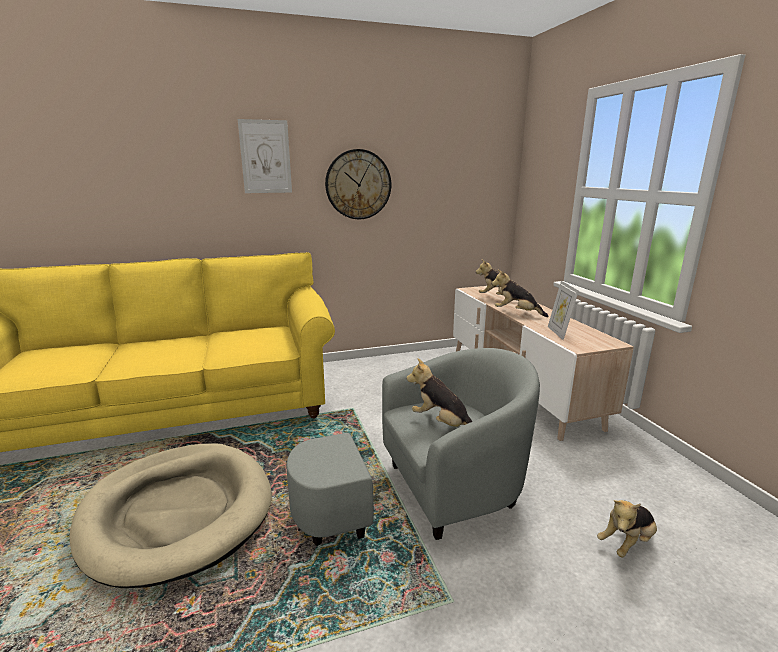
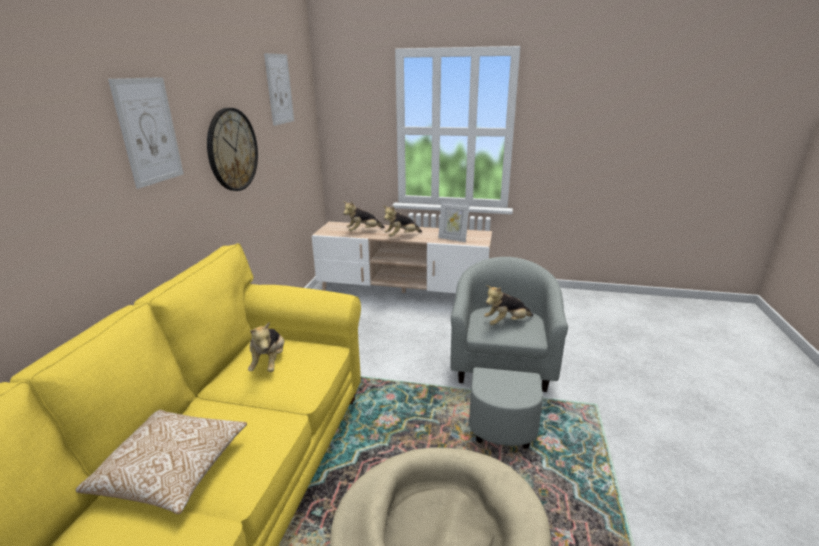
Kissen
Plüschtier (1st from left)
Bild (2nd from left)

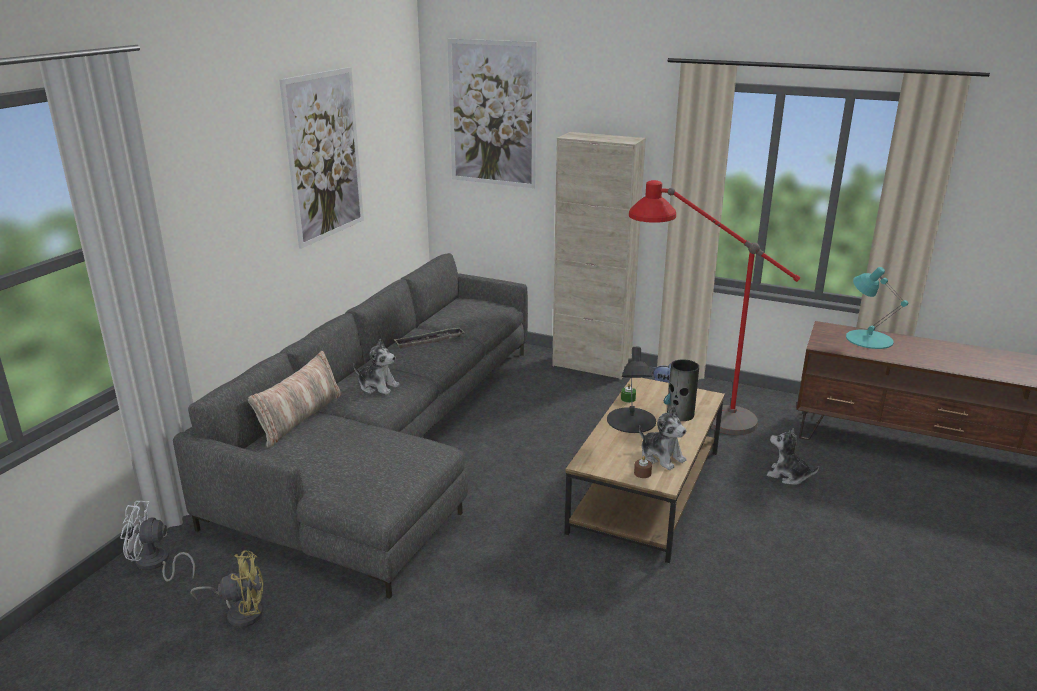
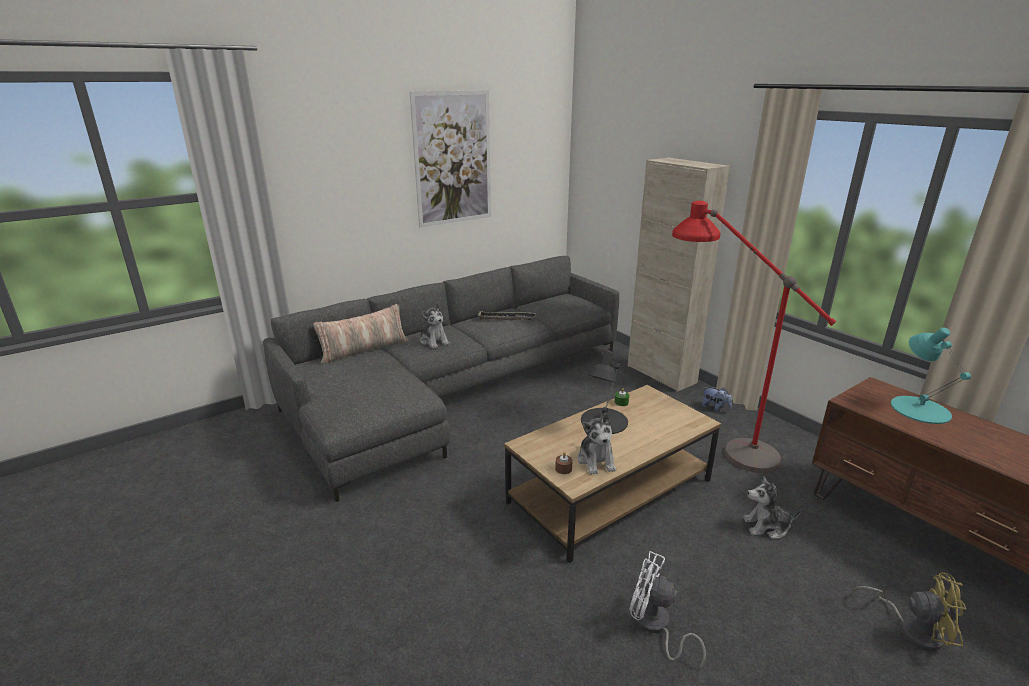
Ventilator/weiß
Plüschtier (4th from left)
Ventilator/gelb
Bild (2nd from left in the first image)
Vase

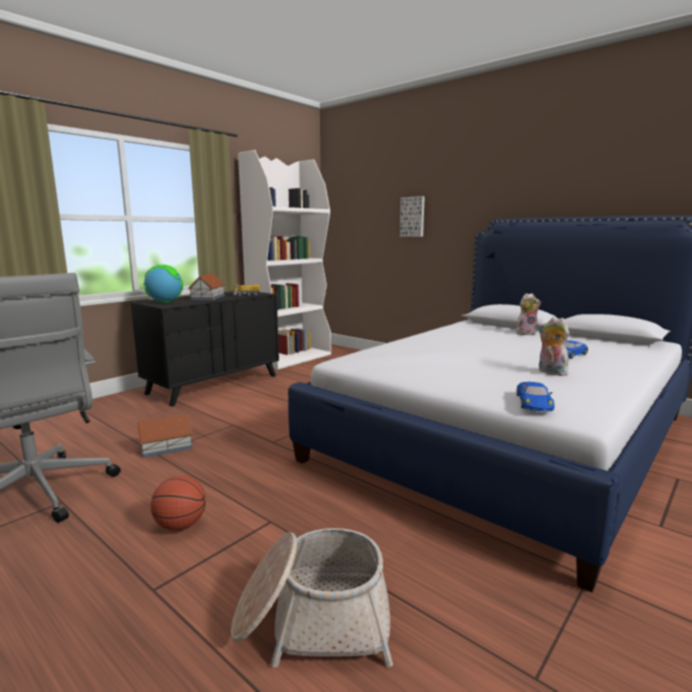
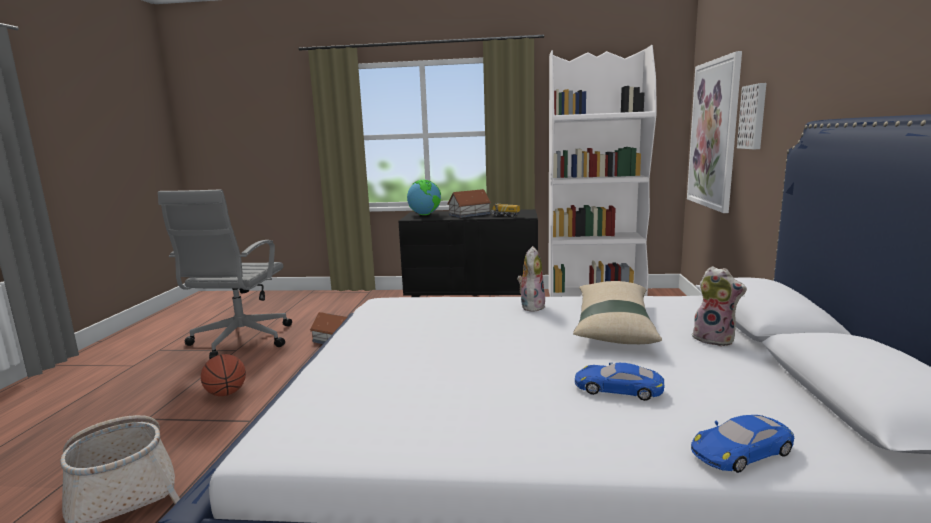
Plüschtier (1st from left)
Kissen/beige
Bild (1st from left)
Spielzeugauto/blau (2nd from left)

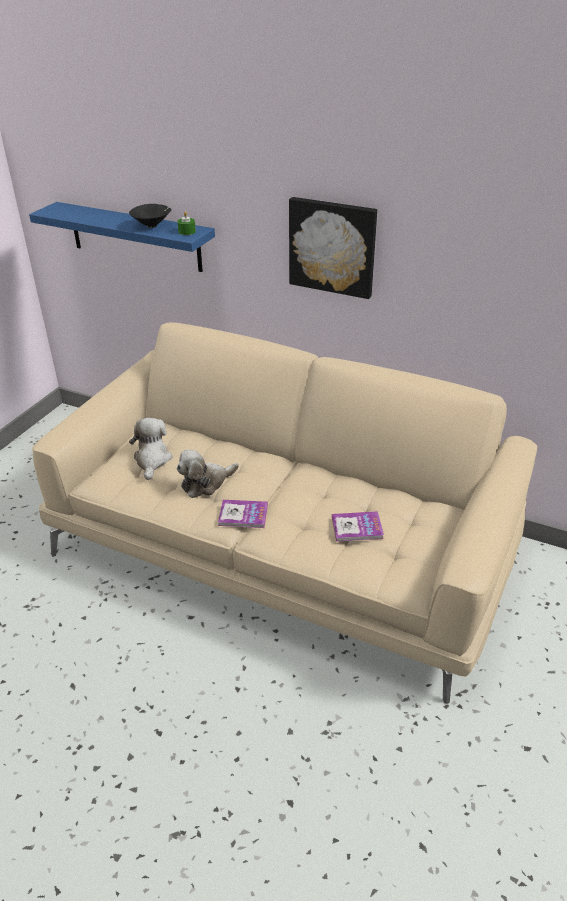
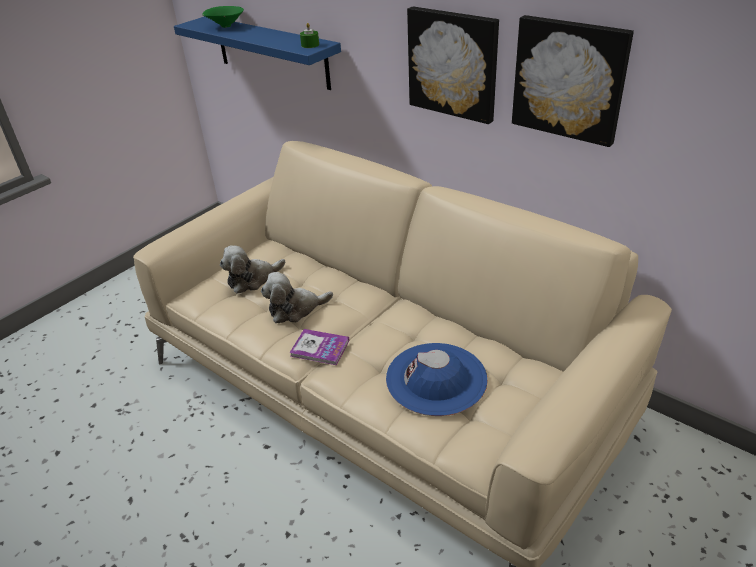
Schüssel/grün
Plüschtier (1st from left)
Hut/blau
Bild (2nd from left)
Schüssel/schwarz

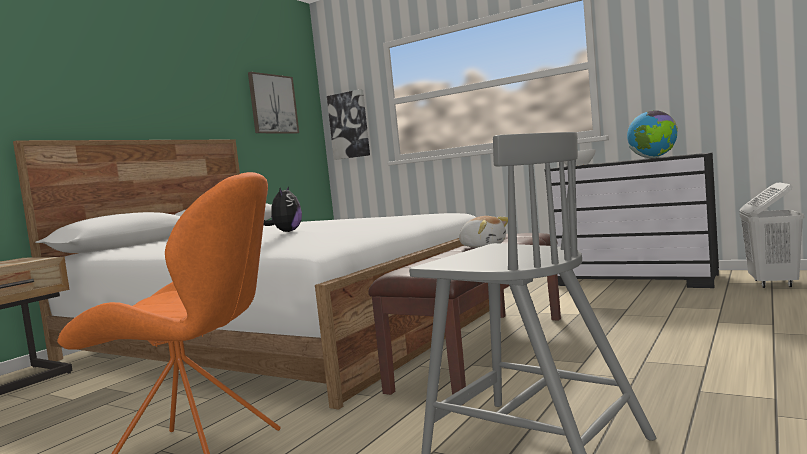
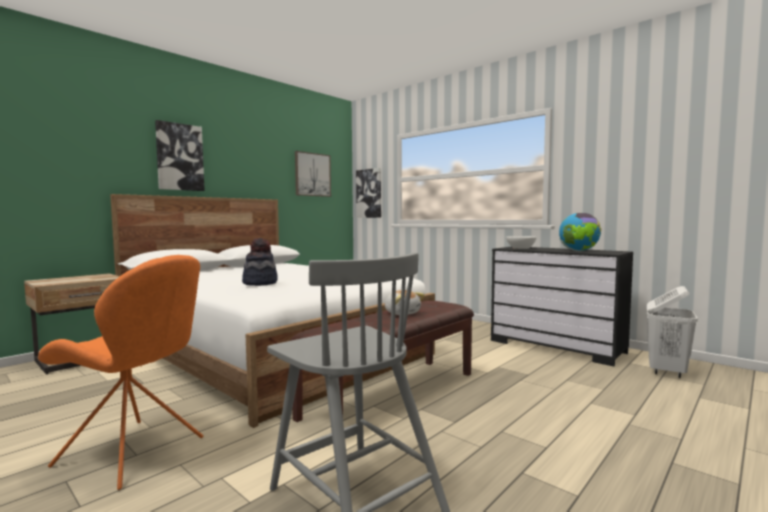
Bild (1st from left)
Hut

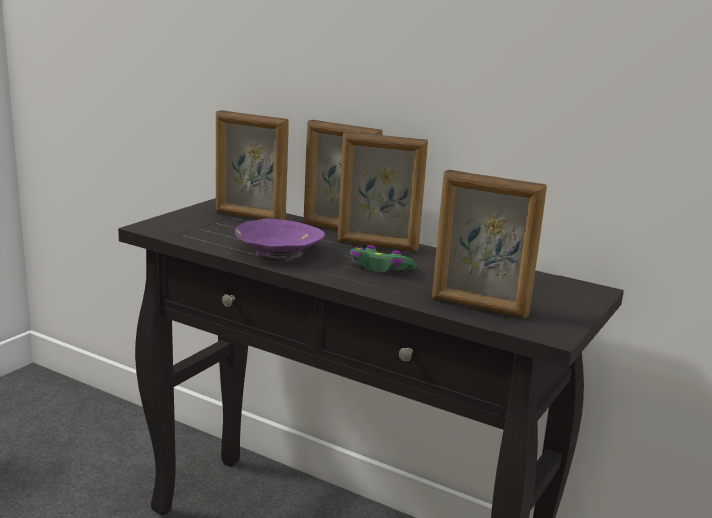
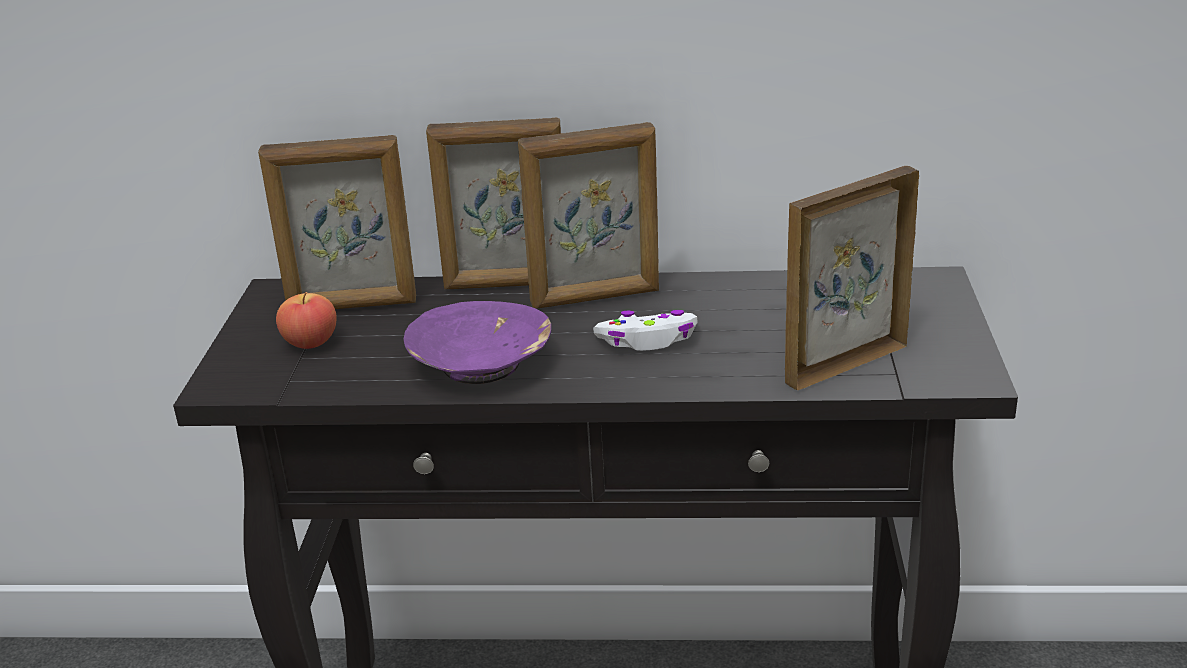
Apfel
Gamepad/weiß
Bilderrahmen (4th from left)

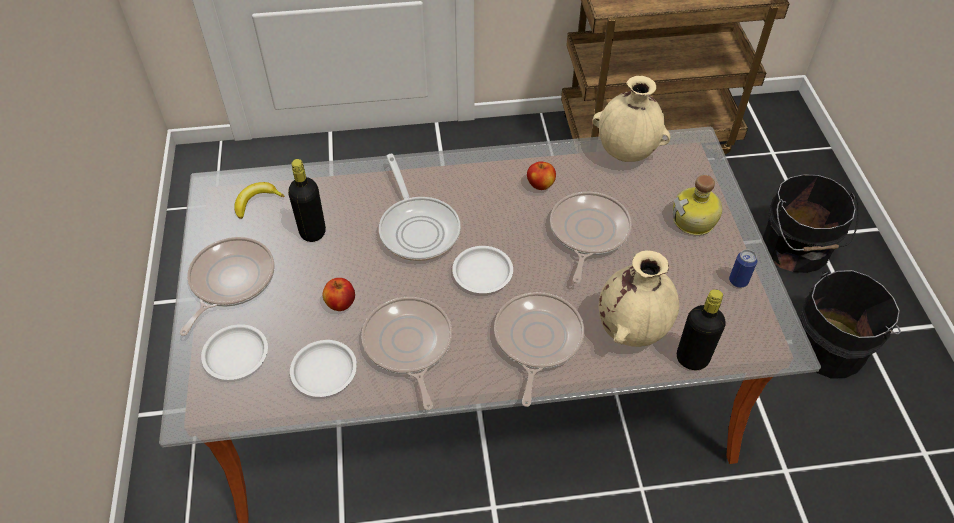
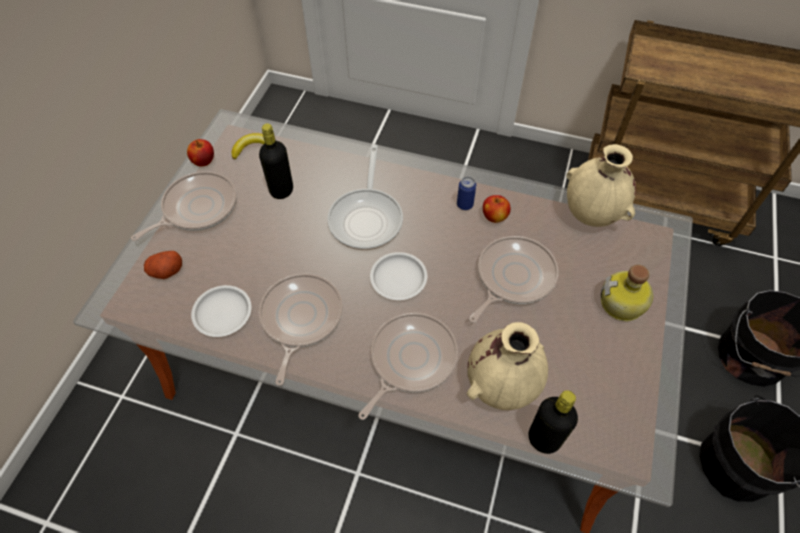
Kartoffel
Apfel (1st from left)
Dose

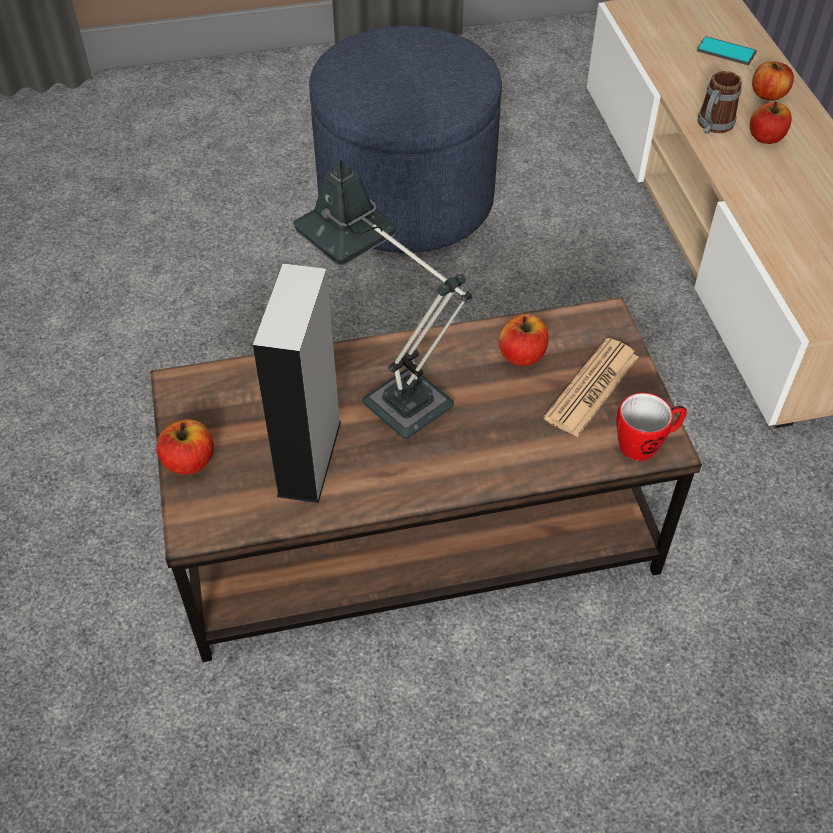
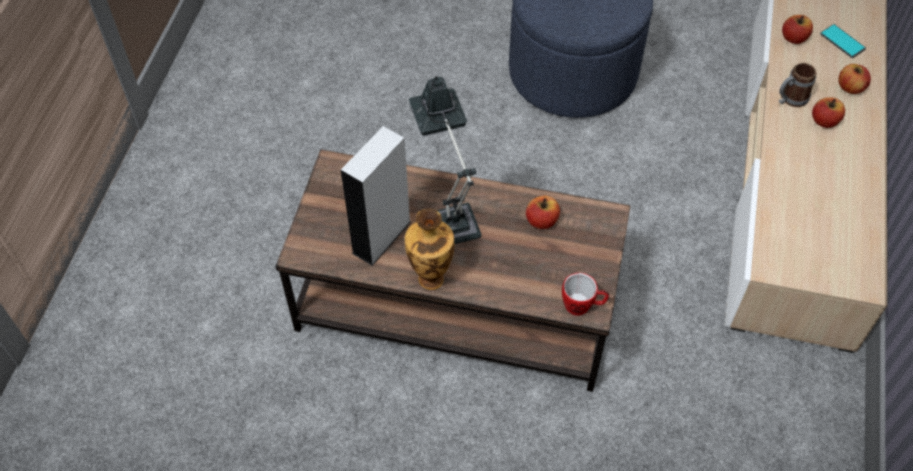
Vase
Apfel (2nd from left)
Zeitung

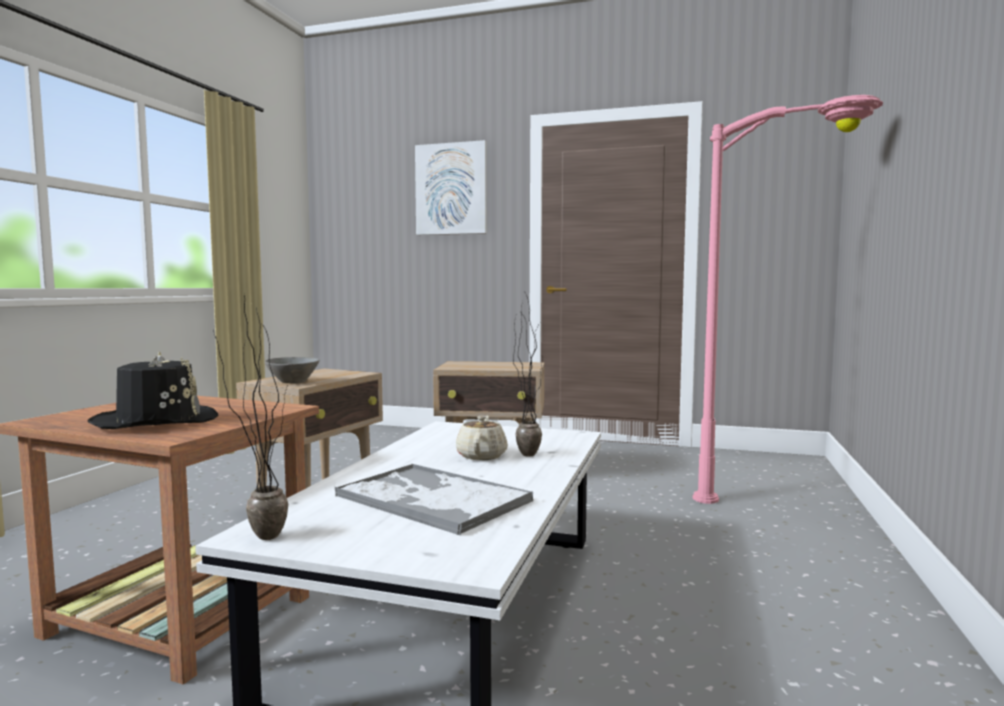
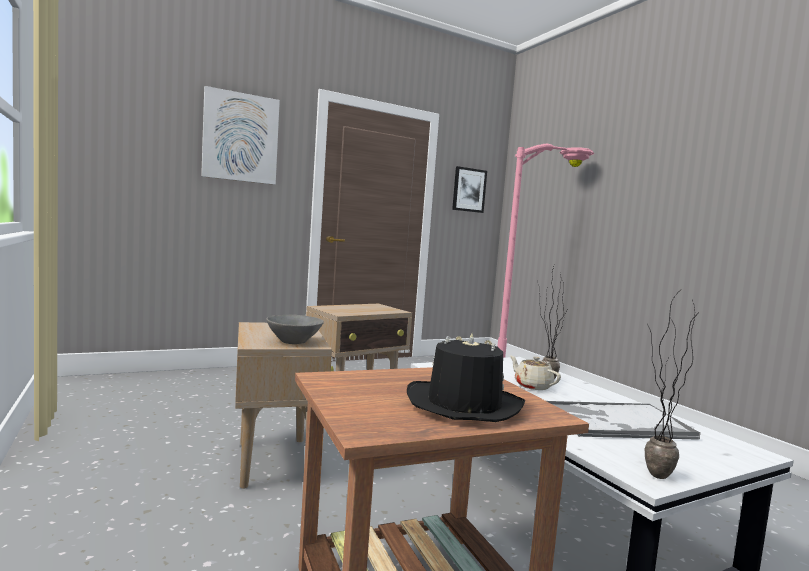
Bild (2nd from left)

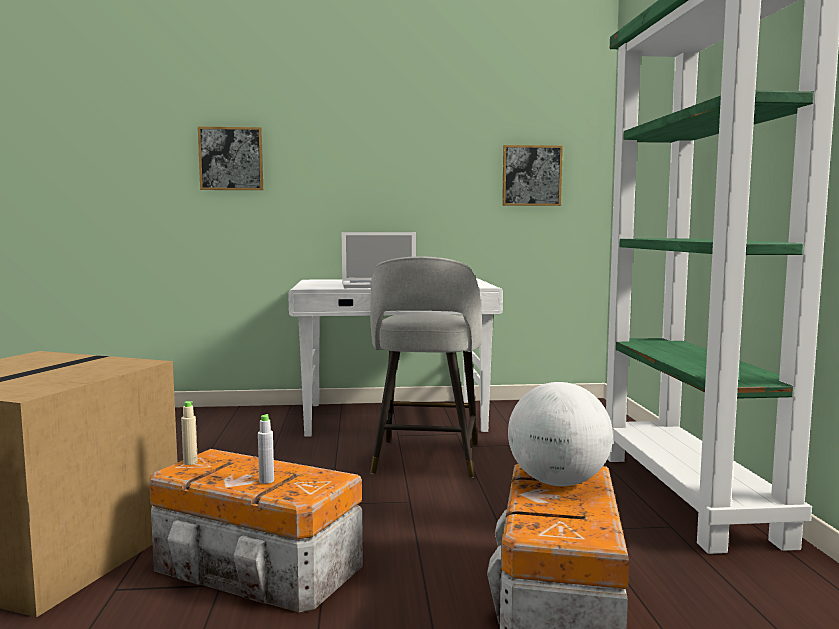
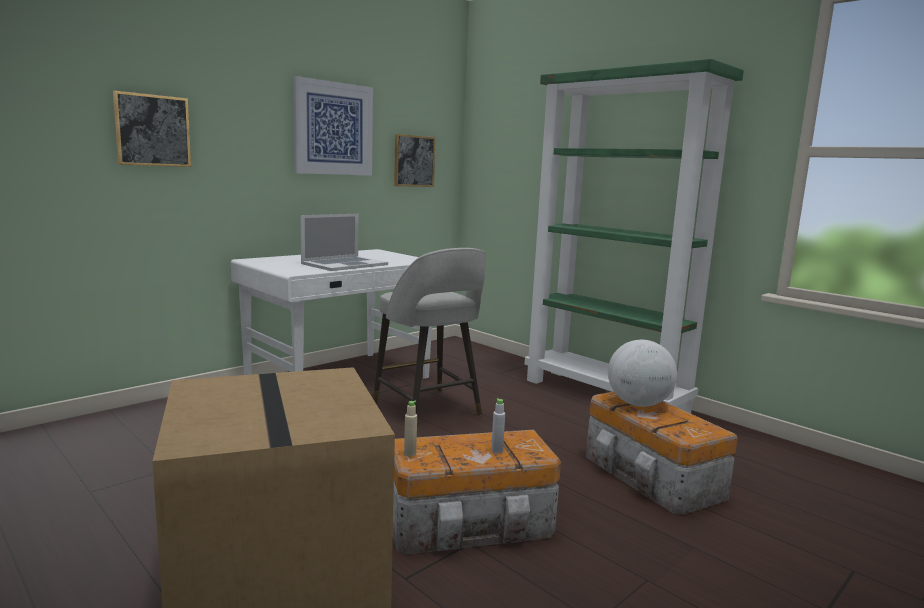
Bild (2nd from left)

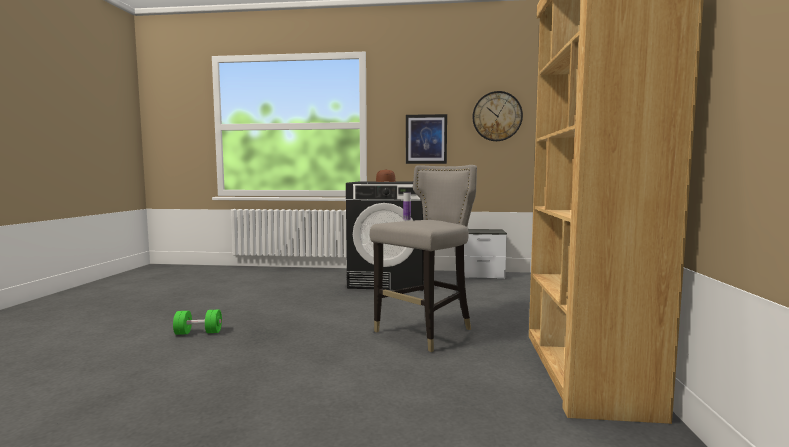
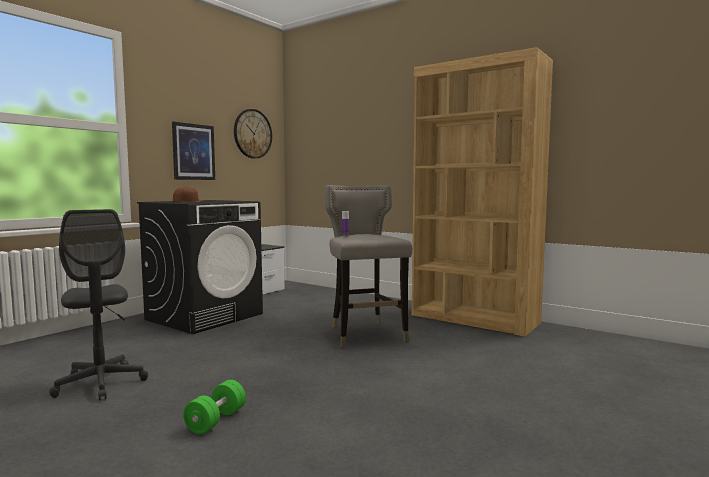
Bürostuhl/grau

